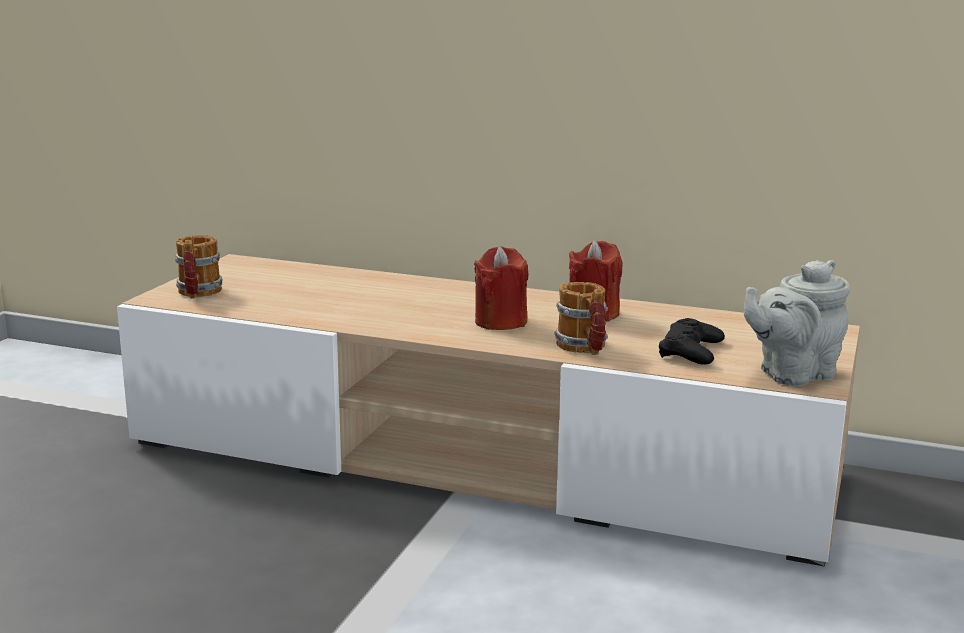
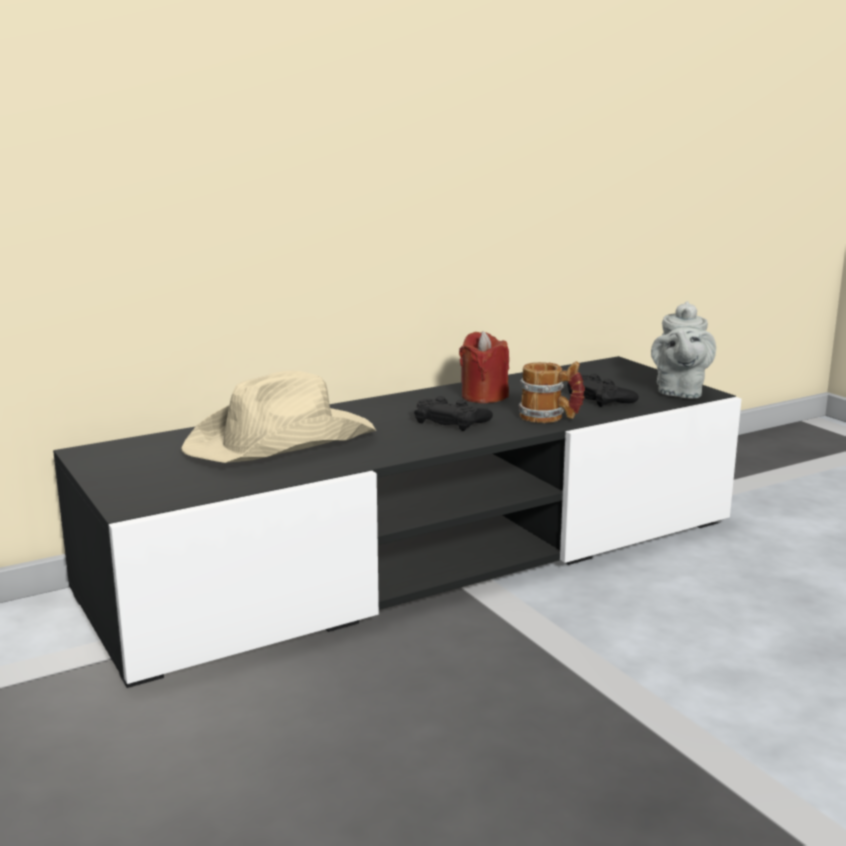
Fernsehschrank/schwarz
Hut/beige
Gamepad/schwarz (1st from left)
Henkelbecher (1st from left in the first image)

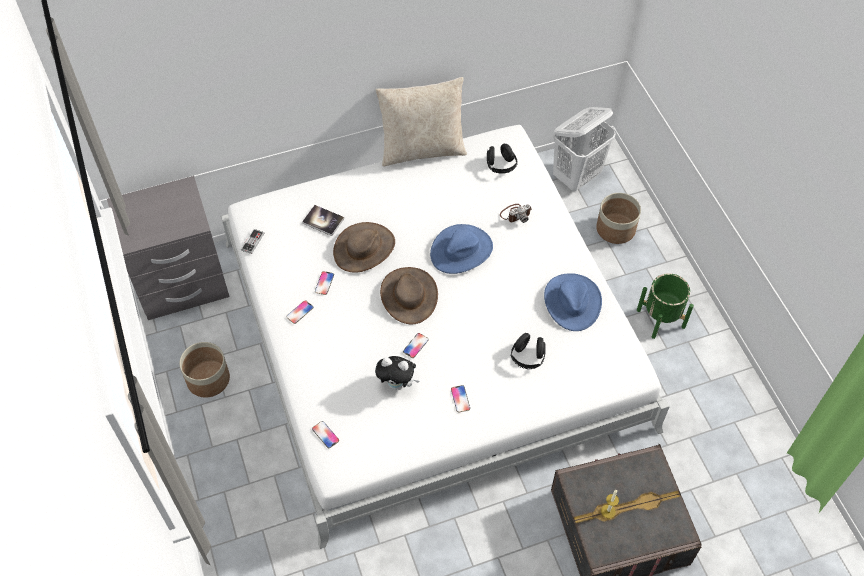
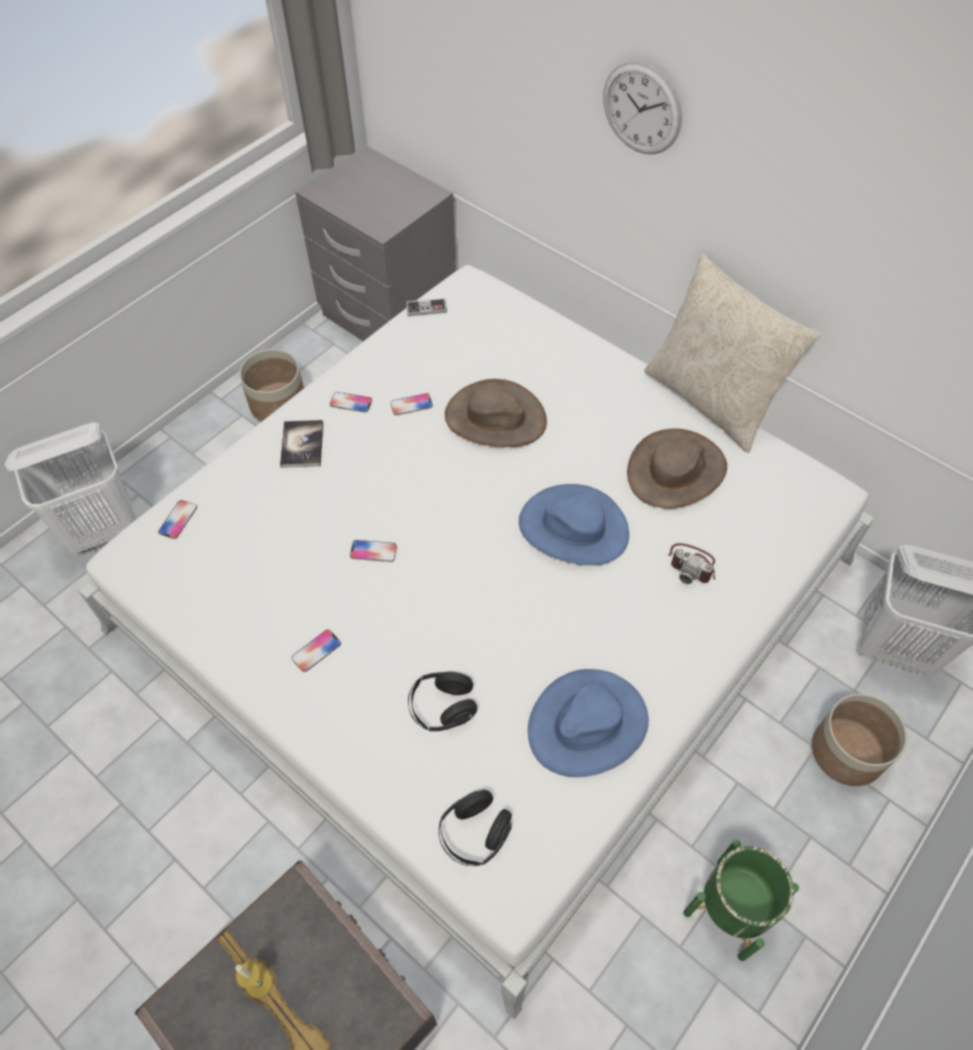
Wäschekorb/weiß (1st from left)
Buch
Kopfhörer/schwarz (2nd from left)
Wanduhr
Hut/braun (2nd from left)
Plüschtier

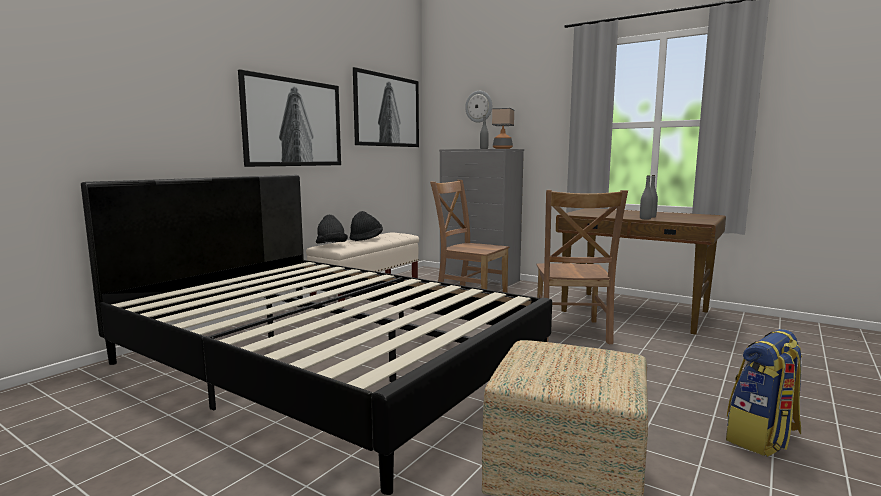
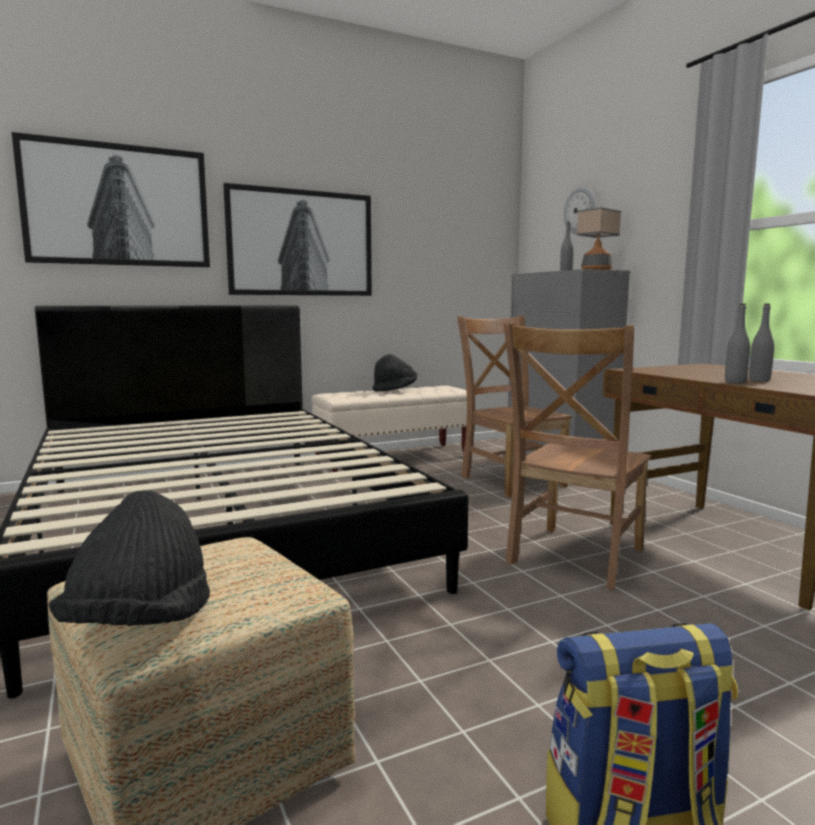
Bild (1st from left)
Hut/schwarz (1st from left)

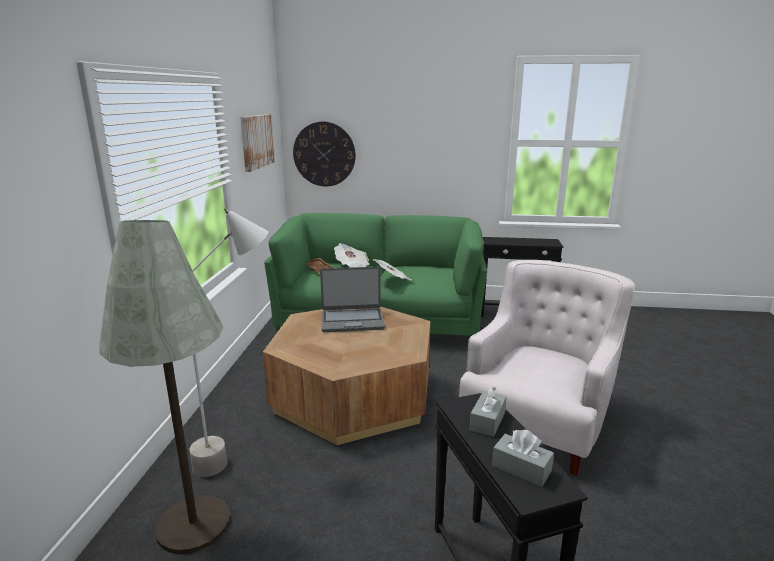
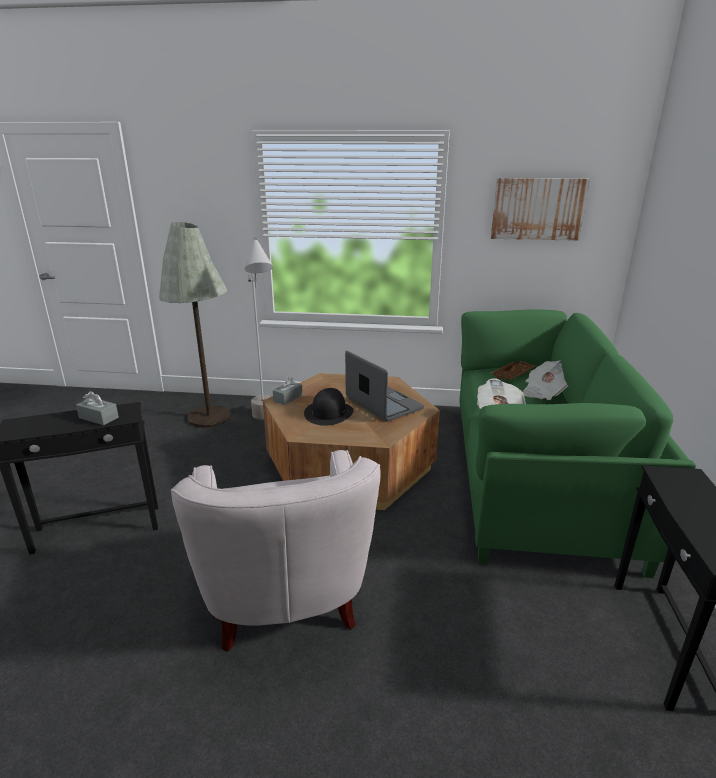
Sessel/weiß
Taschentuchbox/grau (2nd from left)
Hut/schwarz
Laptop
Wanduhr

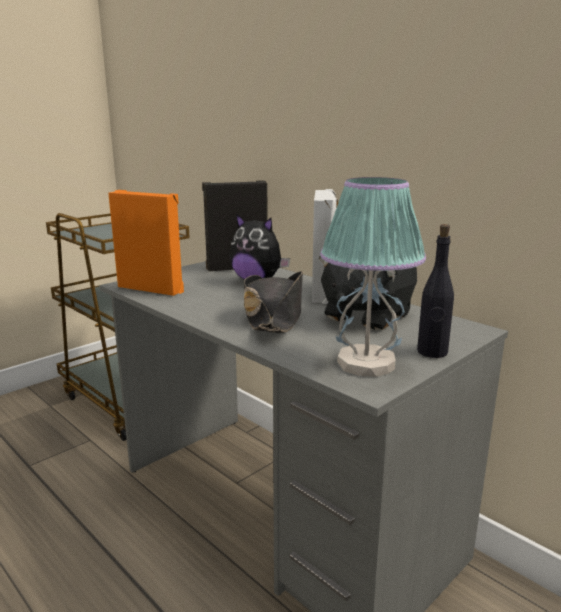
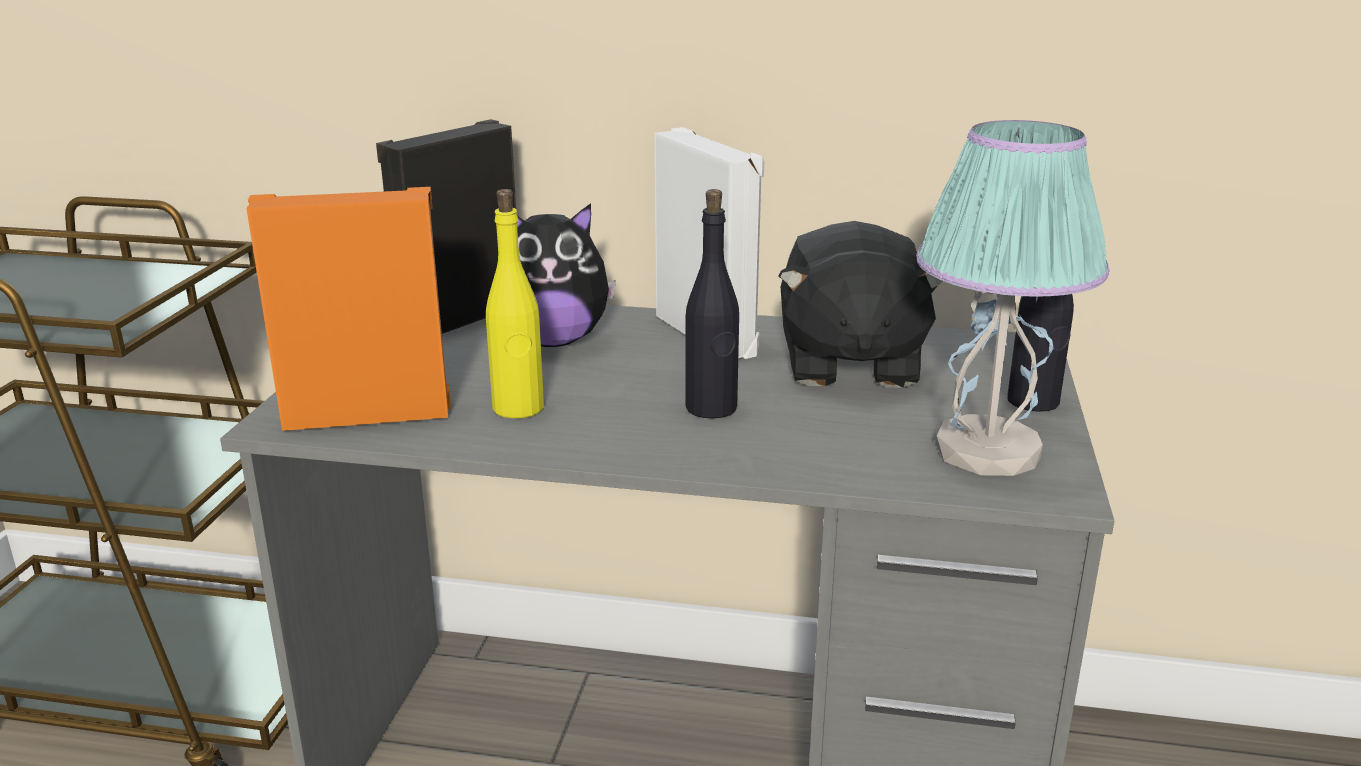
Flasche/gelb
Flasche/schwarz (1st from left)

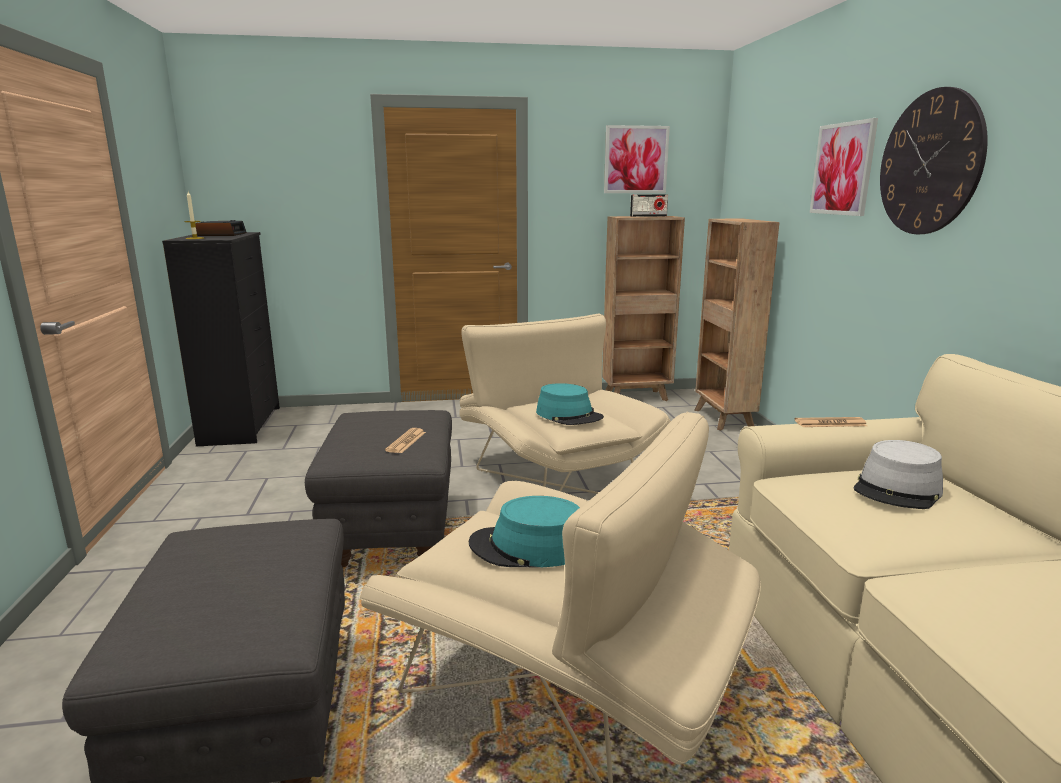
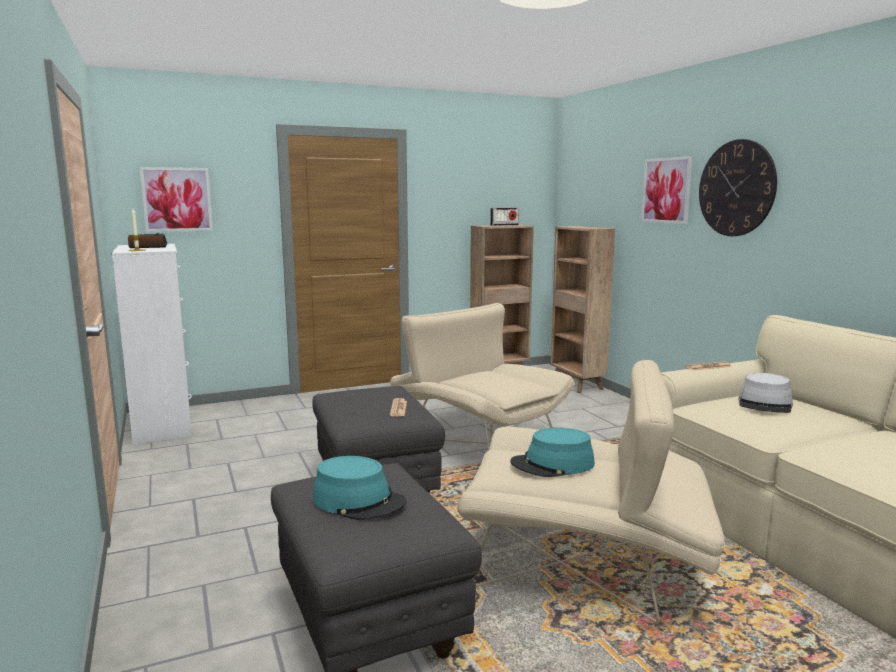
Kommode/weiß
Bild (1st from left)
Hut/türkis (1st from left)

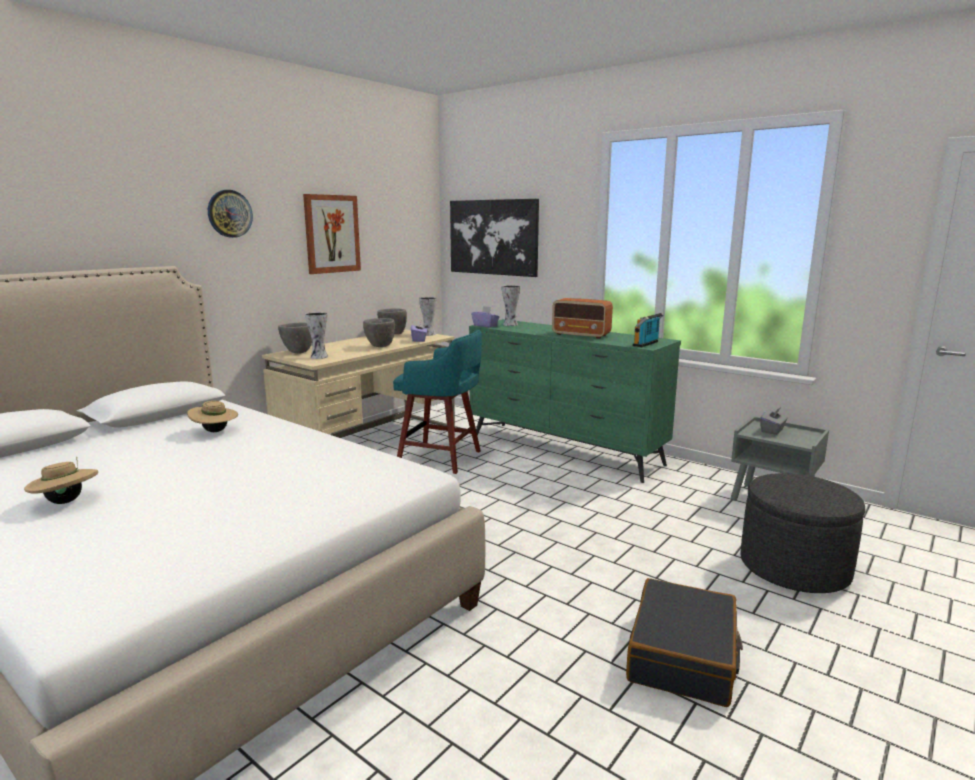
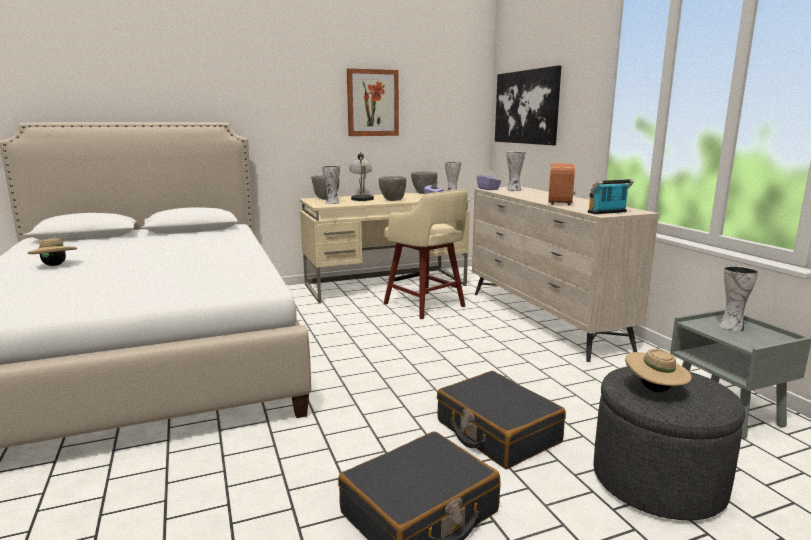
Tischlampe
Hocker/beige
Koffer/schwarz (2nd from left)
Kommode/beige
Radio (1st from left)
Hut/beige (2nd from left)
Vase (4th from left)
Wanduhr

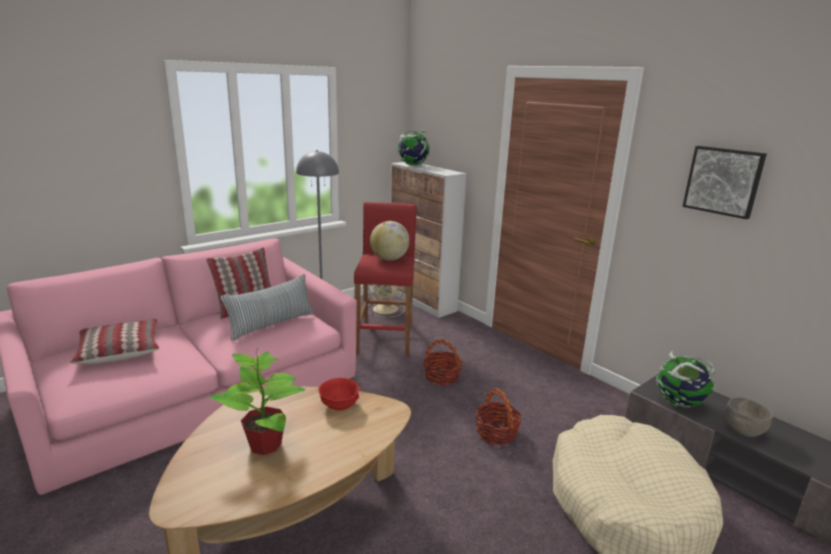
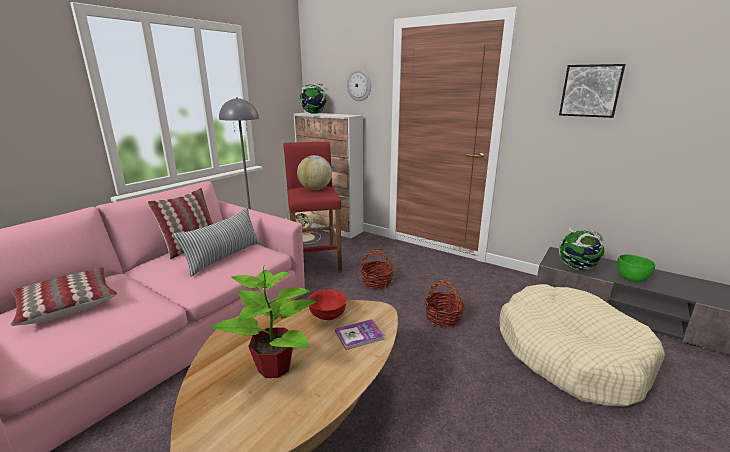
Buch
Wanduhr
Schüssel/grün

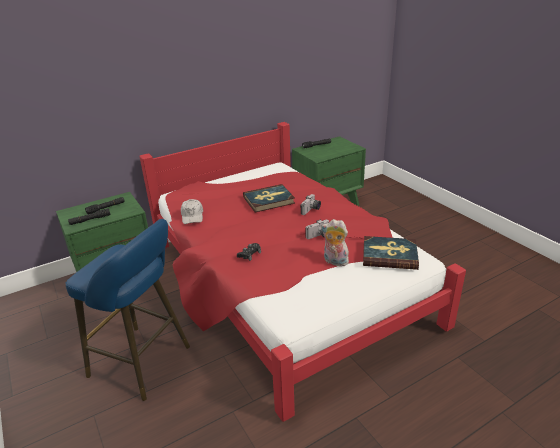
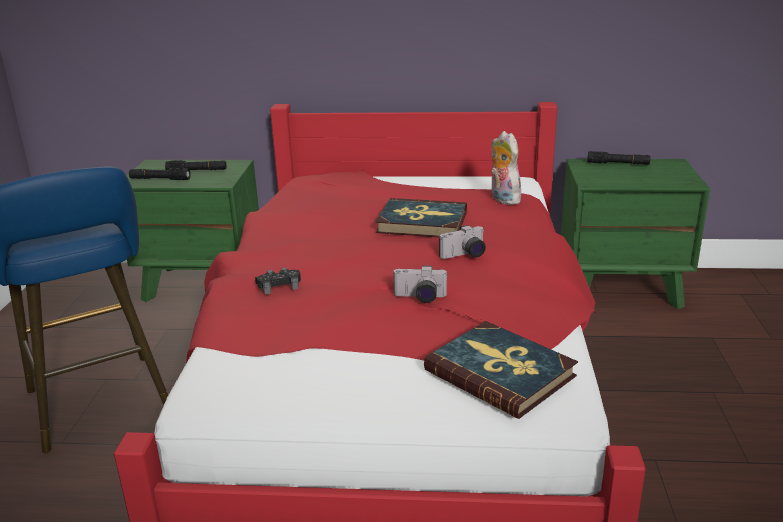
Plüschtier
Kappe/weiß

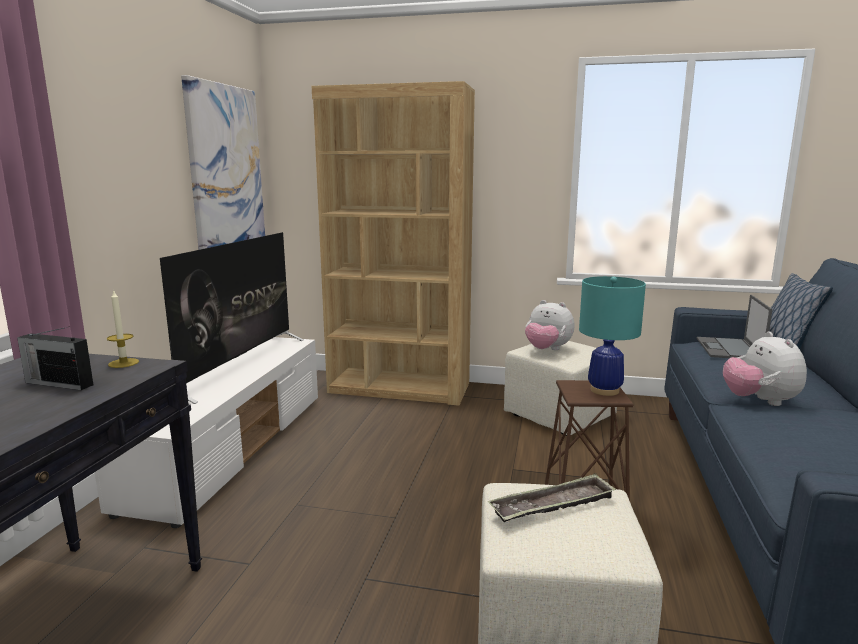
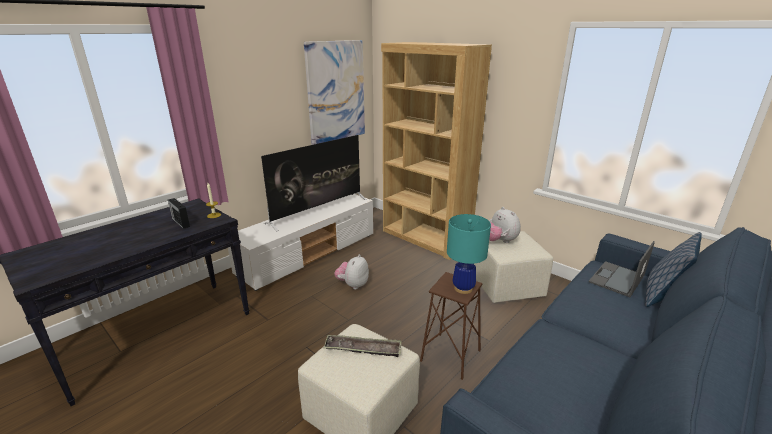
Plüschtier (1st from left)

